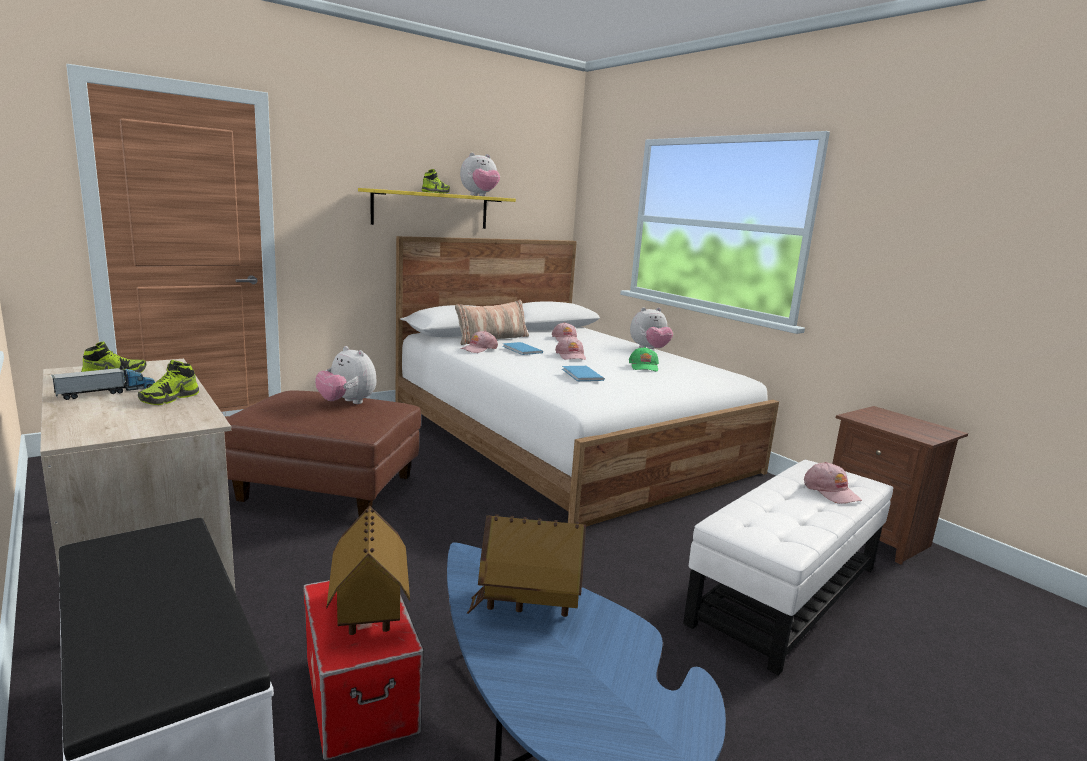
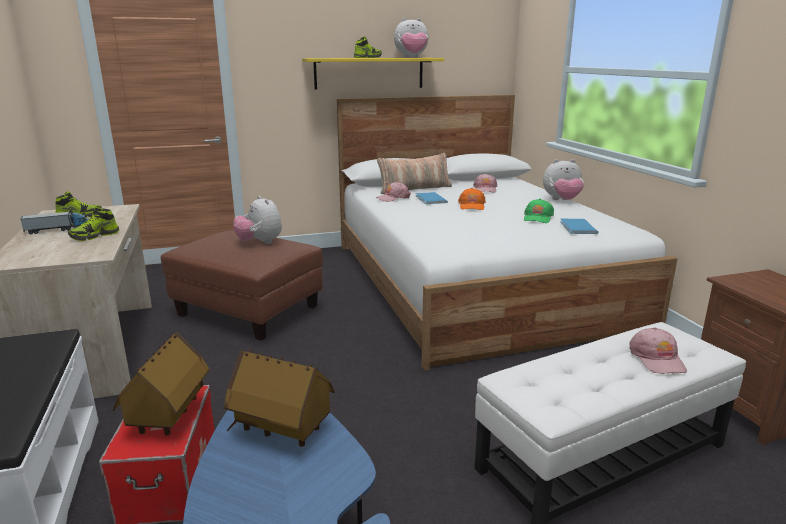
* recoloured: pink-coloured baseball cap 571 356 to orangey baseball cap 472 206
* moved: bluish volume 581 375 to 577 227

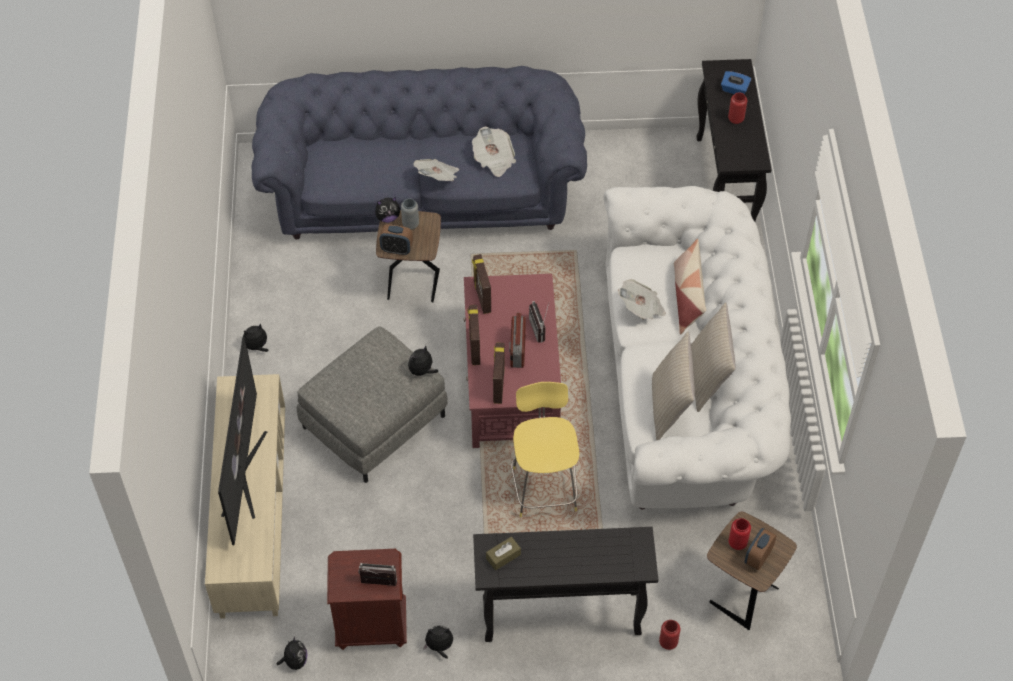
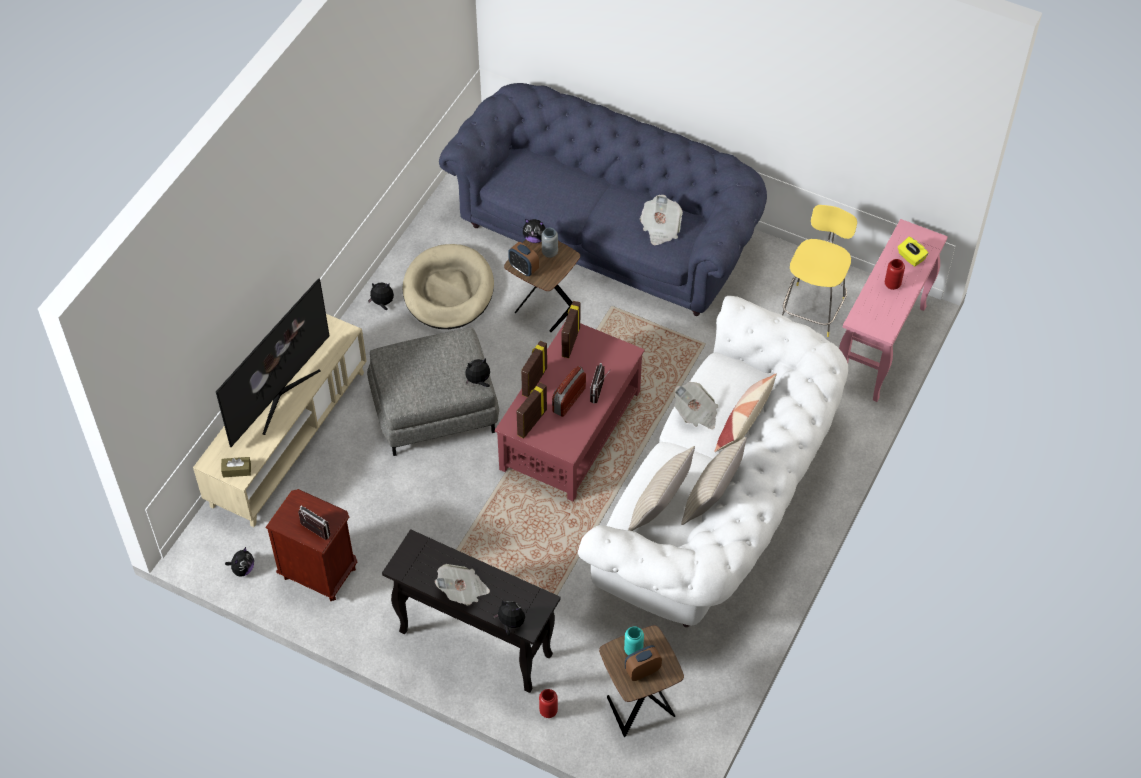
* moved: printed paper 438 177 to 463 591
* moved: soft toy 439 647 to 510 623
* moved: brown box of tissues 503 556 to 237 470
* moved: yellow stool seat 544 487 to 813 308
* recoloured: black console table 725 186 to pink-coloured console table 881 347
* recoloured: bluish box of tissues 734 90 to yellow box of tissues 911 257
* recoloured: red decorative vase 737 543 to turquoise-coloured decorative vase 633 650
* added: beige dog bed 448 290

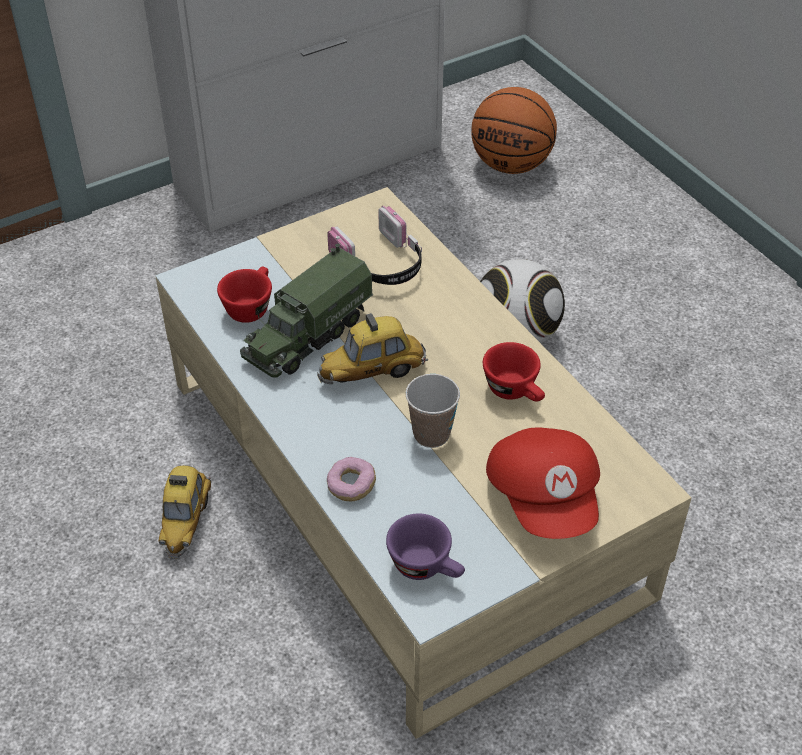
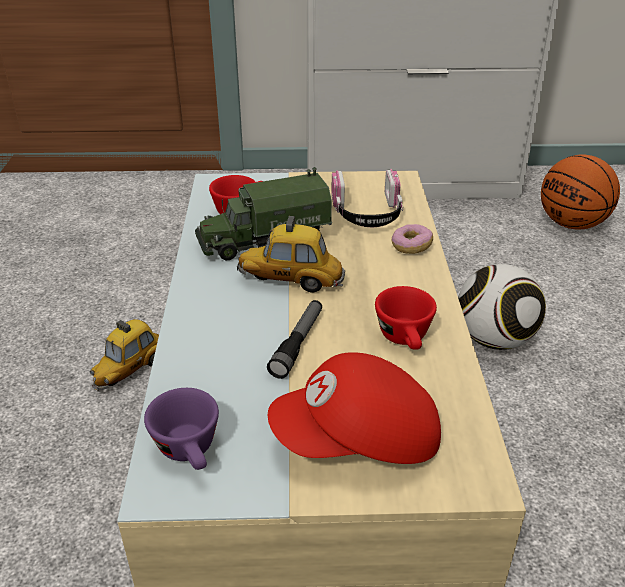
* moved: doughnut 351 486 to 411 247
* replaced: cup 431 434 to flashlight 298 344
* turned: red baseball cap 545 498 = 359 440 60 degrees clockwise

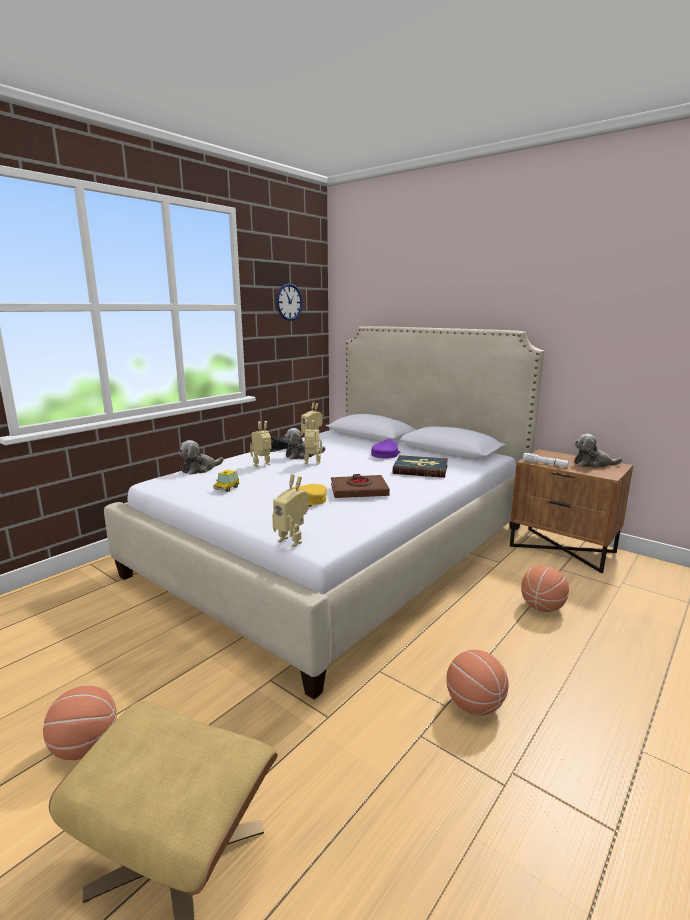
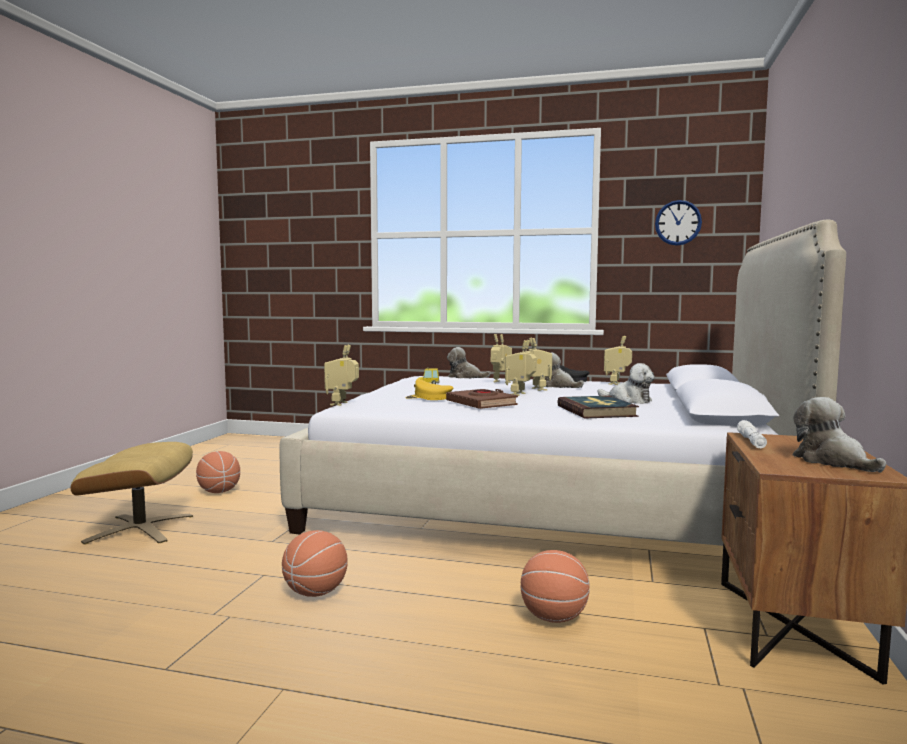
* replaced: purple-coloured baseball cap 385 454 to soft toy 628 400
* added: robot figure 520 394

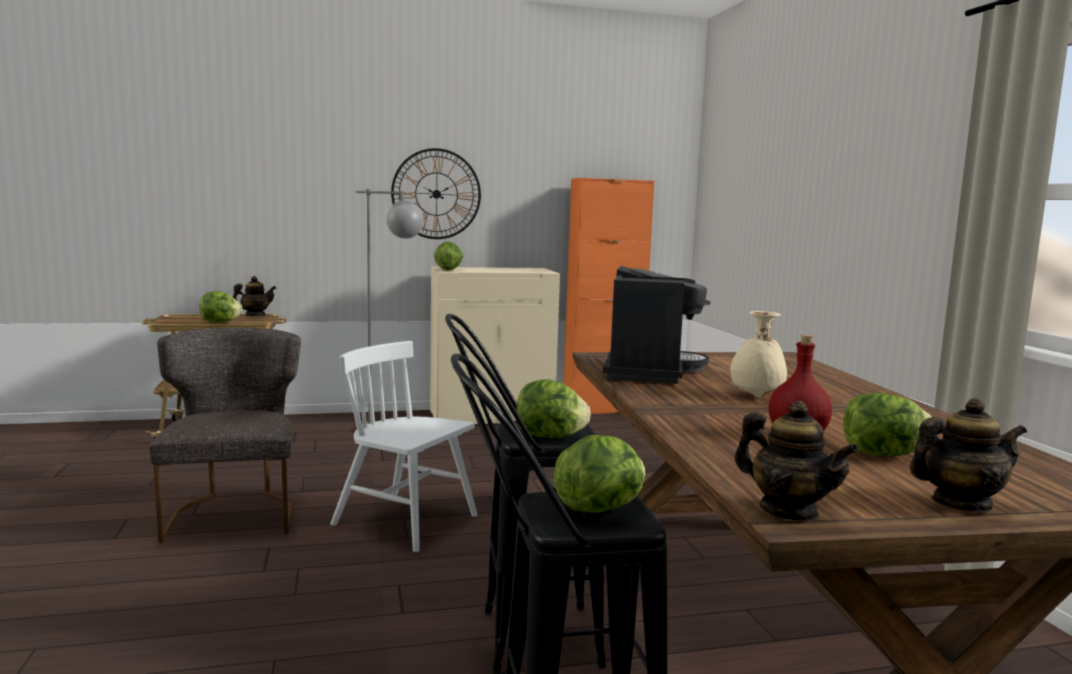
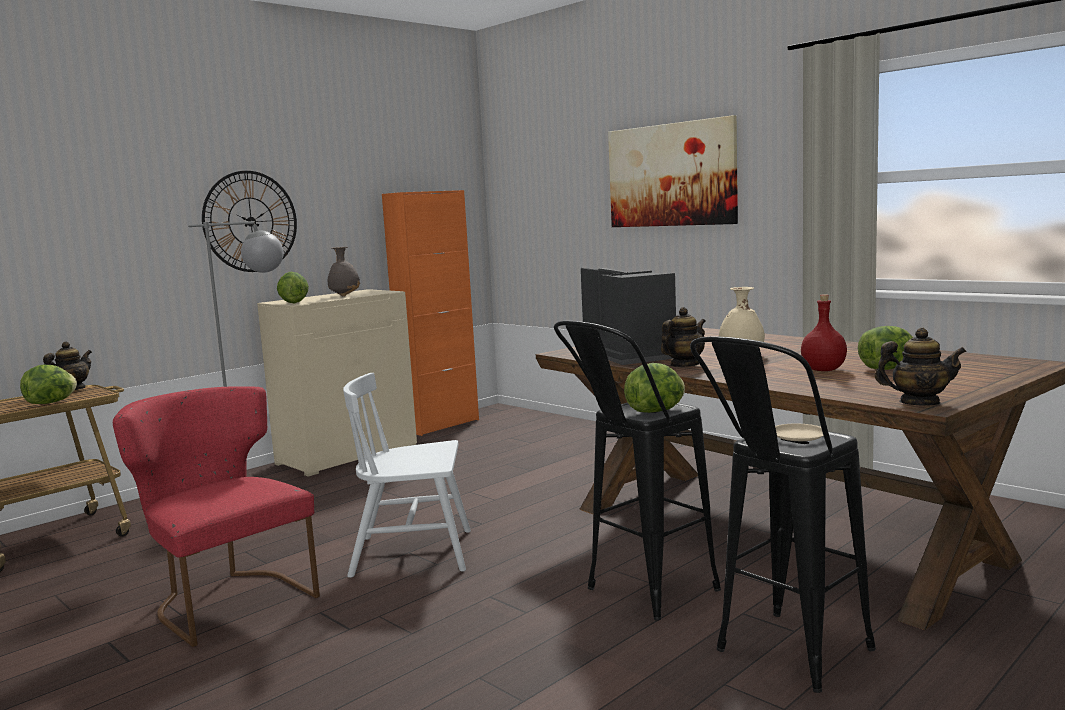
* recoloured: grey chair 234 513 to red chair 227 600
* replaced: lettuce head 601 508 to beige plate 797 436
* moved: pot for tea 960 503 to 683 365
* added: grey decorative vase 344 295
* added: wall art 671 175

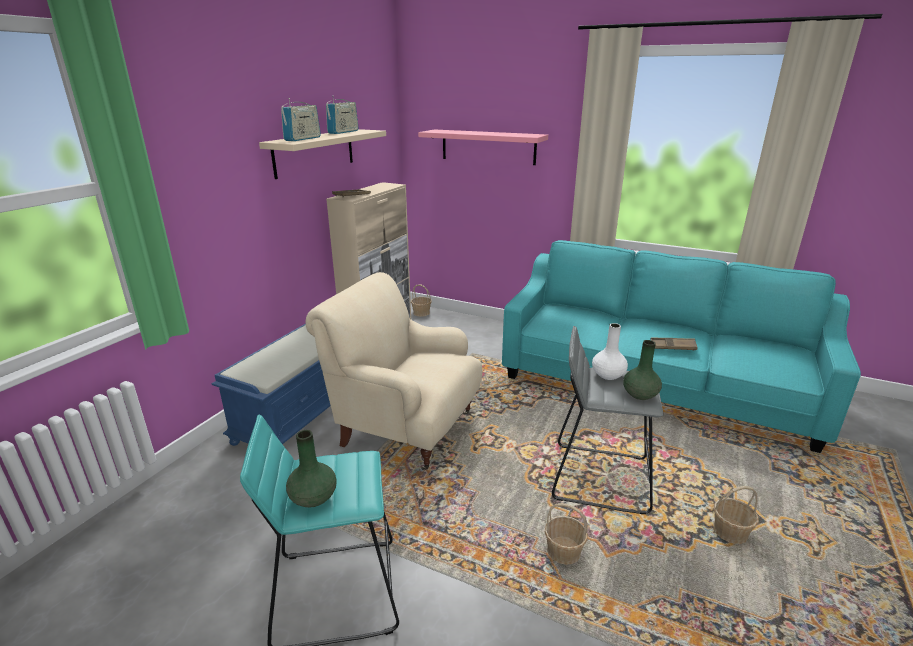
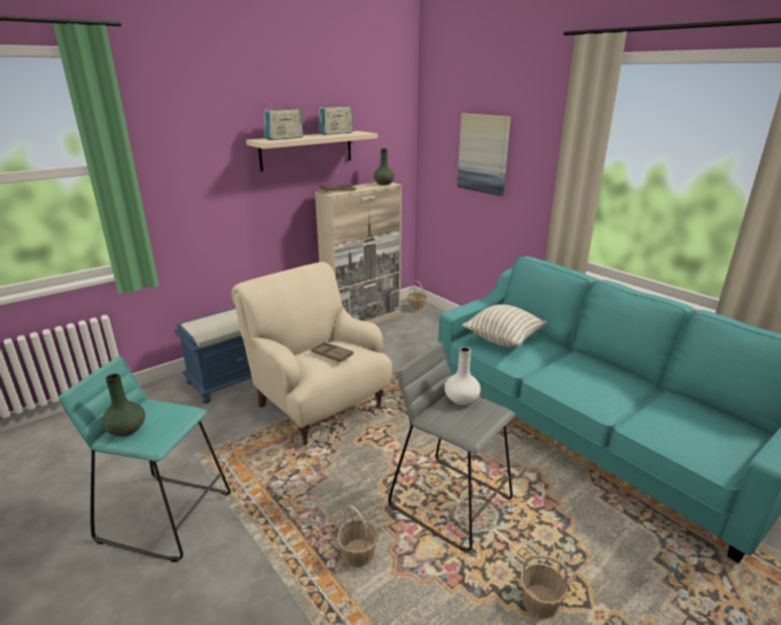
* replaced: pink-coloured shelf 488 147 to wall art 483 154
* moved: green-coloured decorative vase 640 395 to 384 184
* moved: brown serving tray 672 347 to 332 355
* added: pillow 503 339

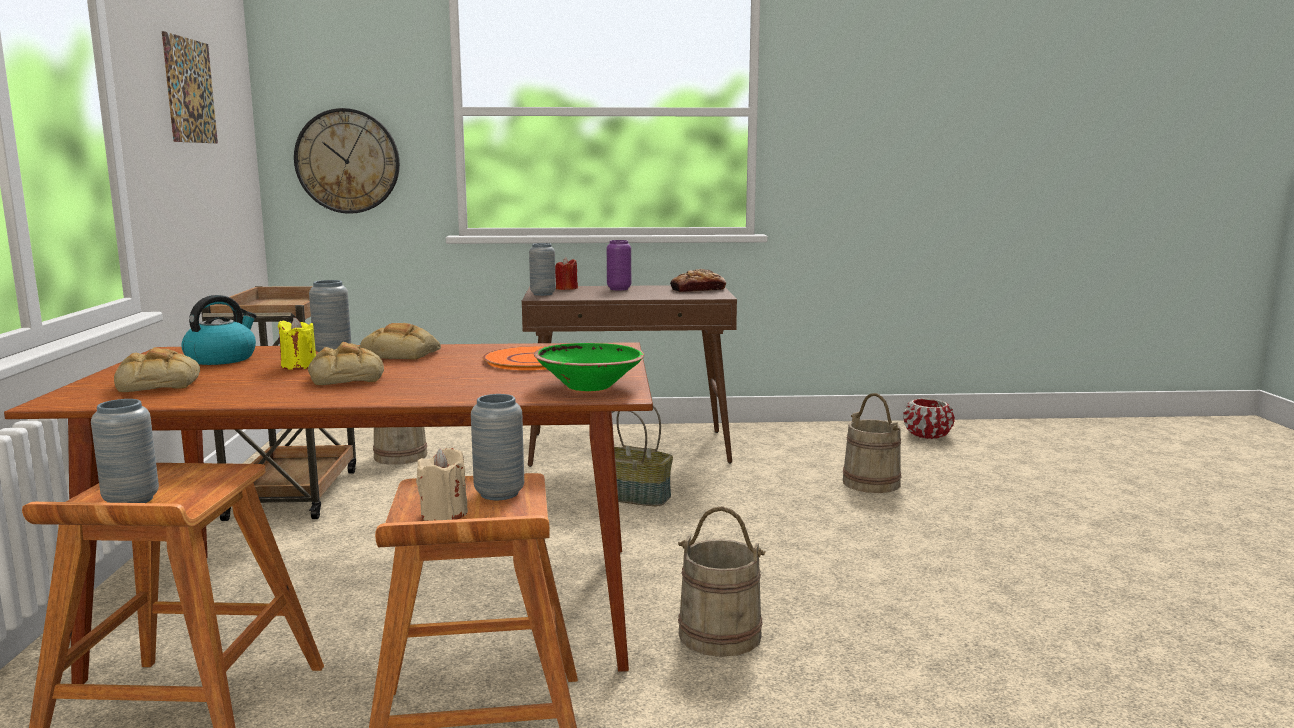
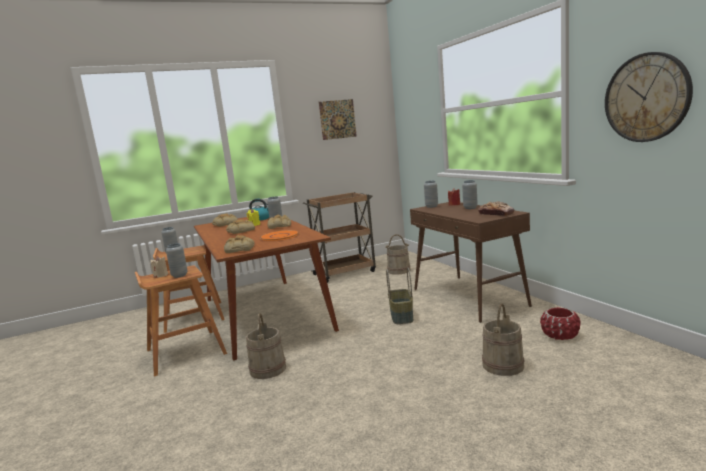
* moved: clock on the wall 347 161 to 646 98
* replaced: green-coloured deep dish 589 386 to bread 239 249
* recoloured: purple-coloured decorative vase 619 289 to grey decorative vase 470 208
* moved: red flower pot 927 435 to 560 335

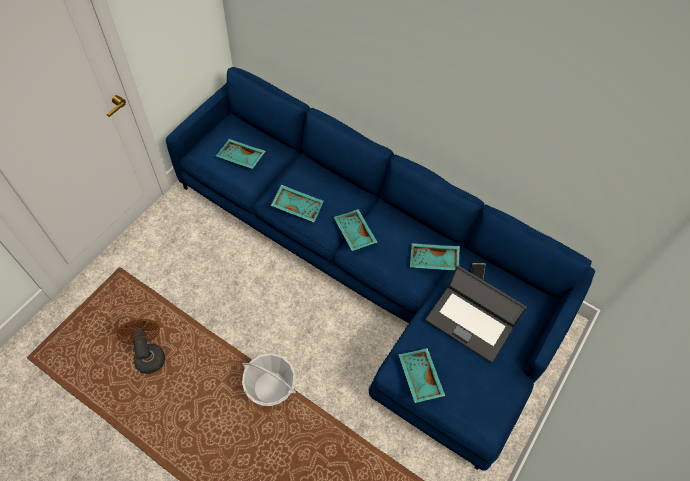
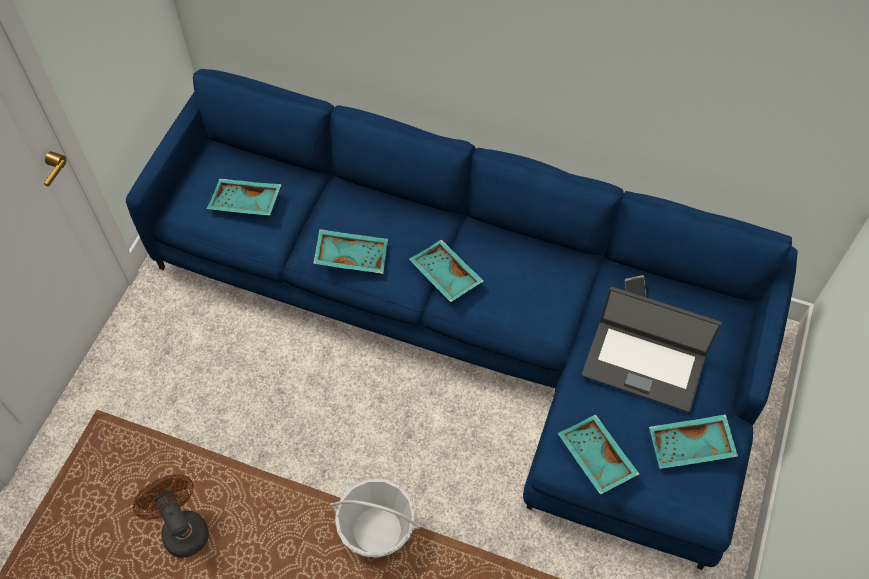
* moved: turquoise-coloured serving tray 433 261 to 690 447

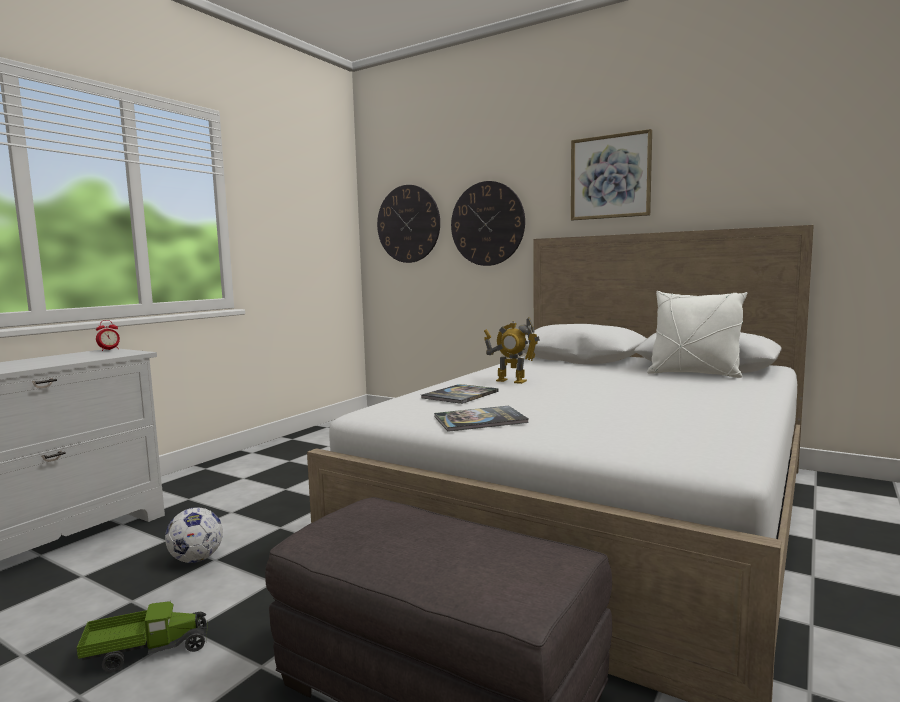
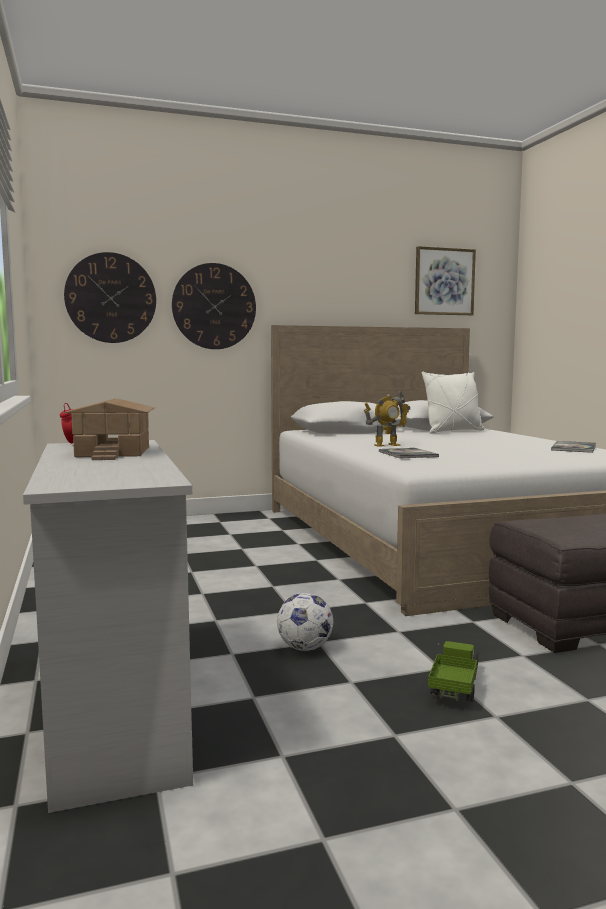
* moved: volume 480 420 to 574 448
* moved: wall art 610 177 to 444 281
* added: miniature house 115 452

